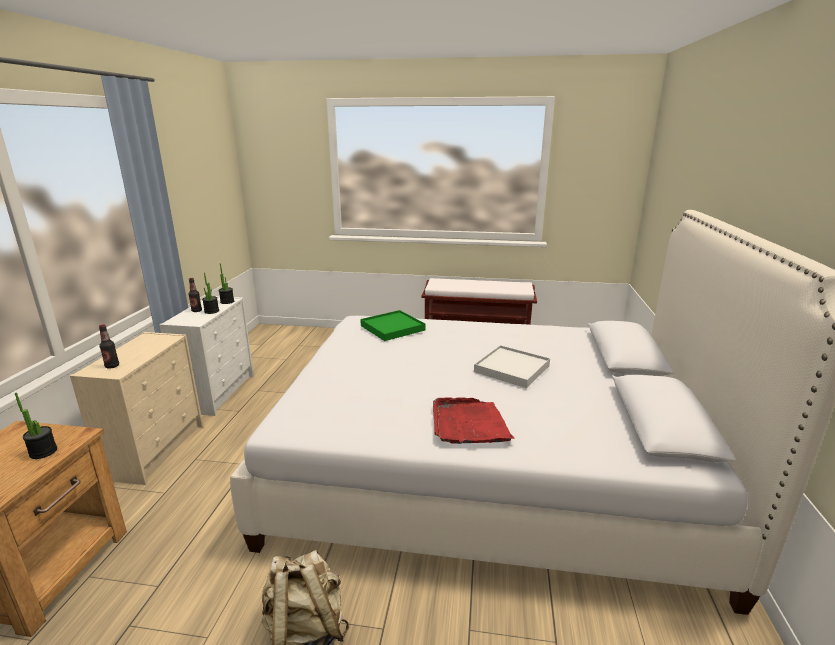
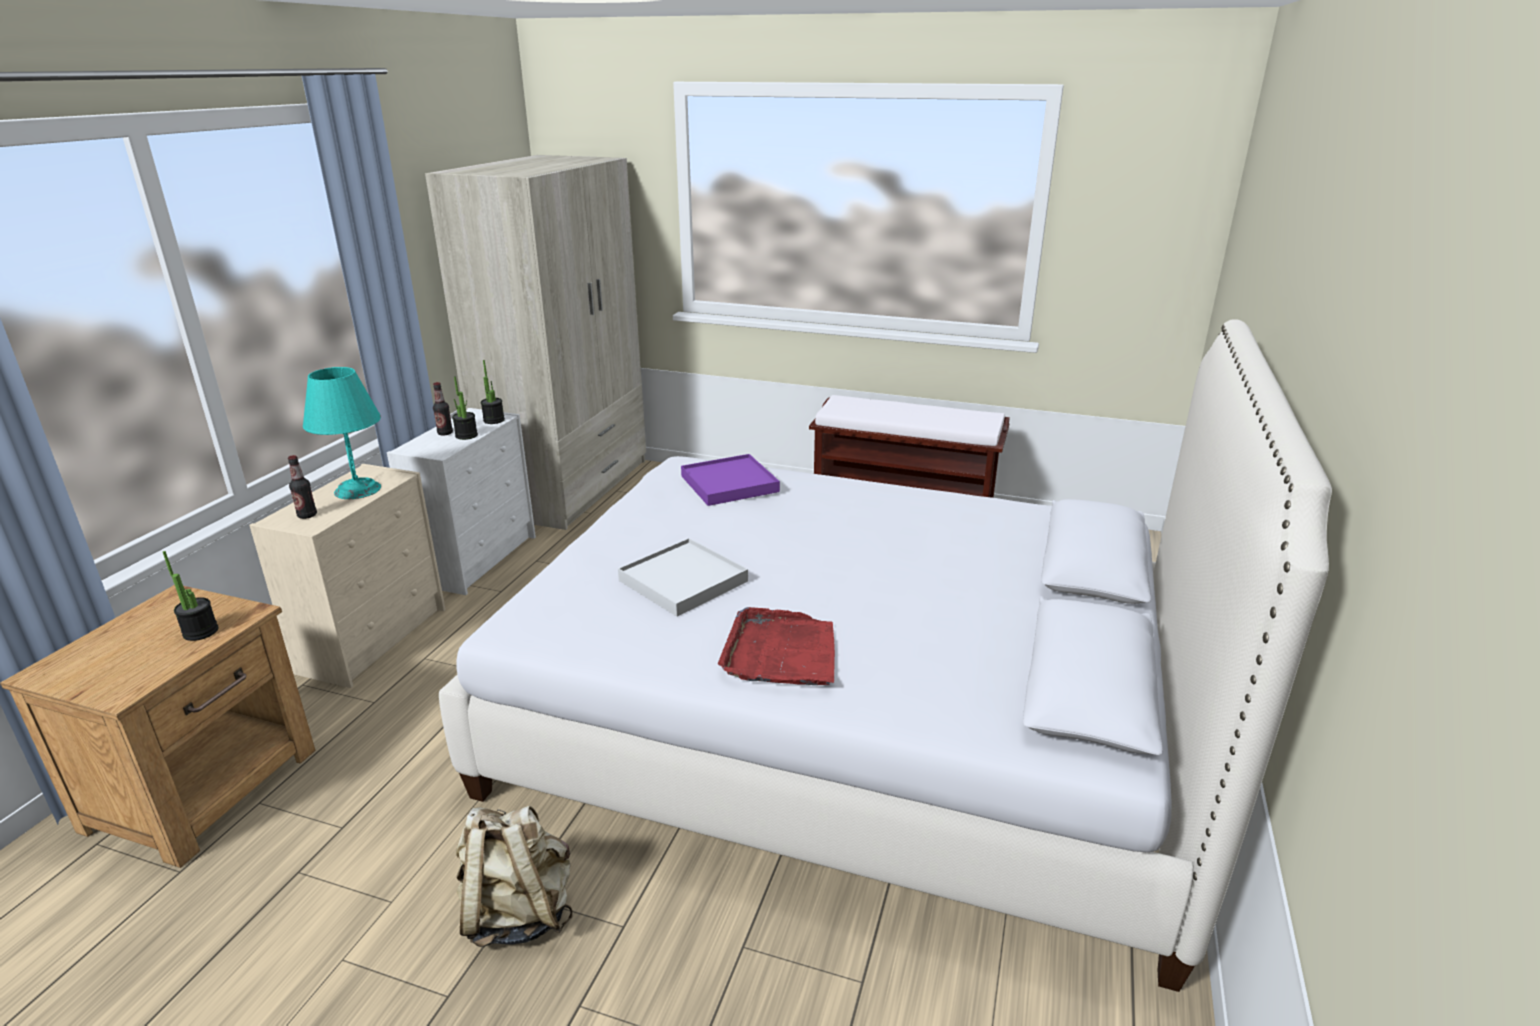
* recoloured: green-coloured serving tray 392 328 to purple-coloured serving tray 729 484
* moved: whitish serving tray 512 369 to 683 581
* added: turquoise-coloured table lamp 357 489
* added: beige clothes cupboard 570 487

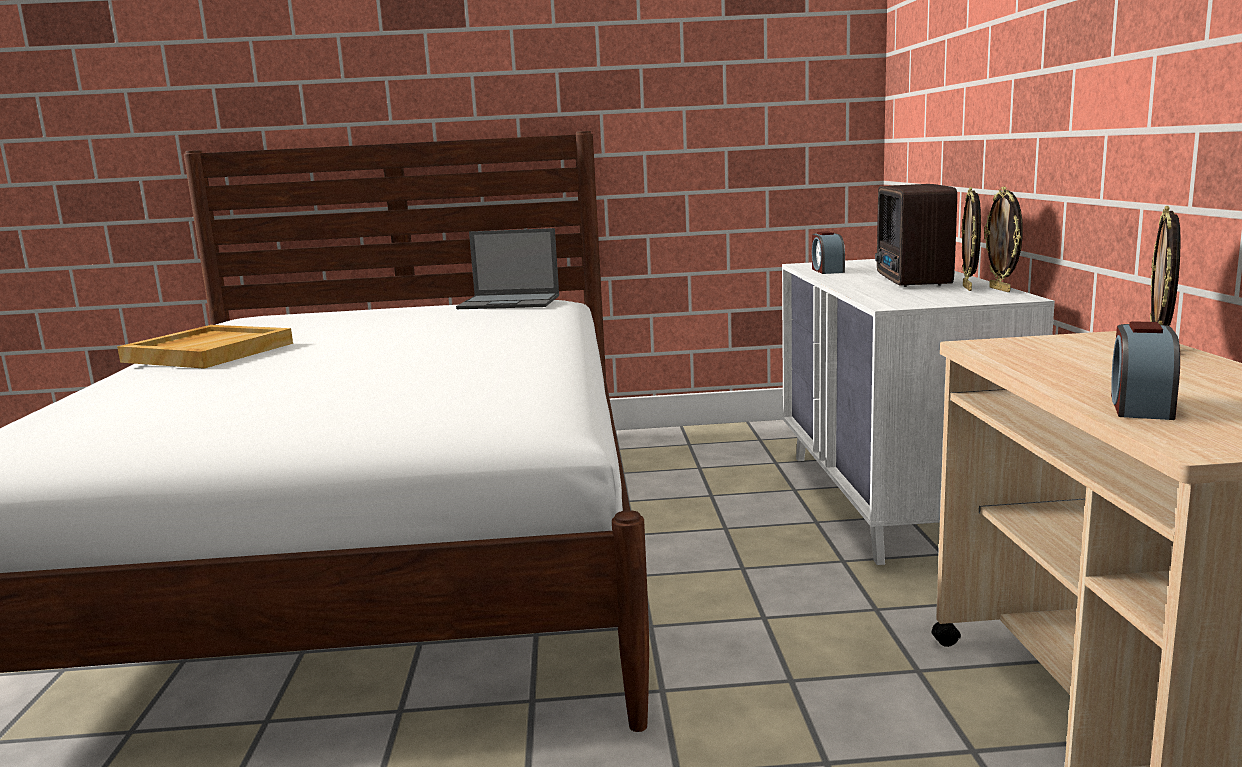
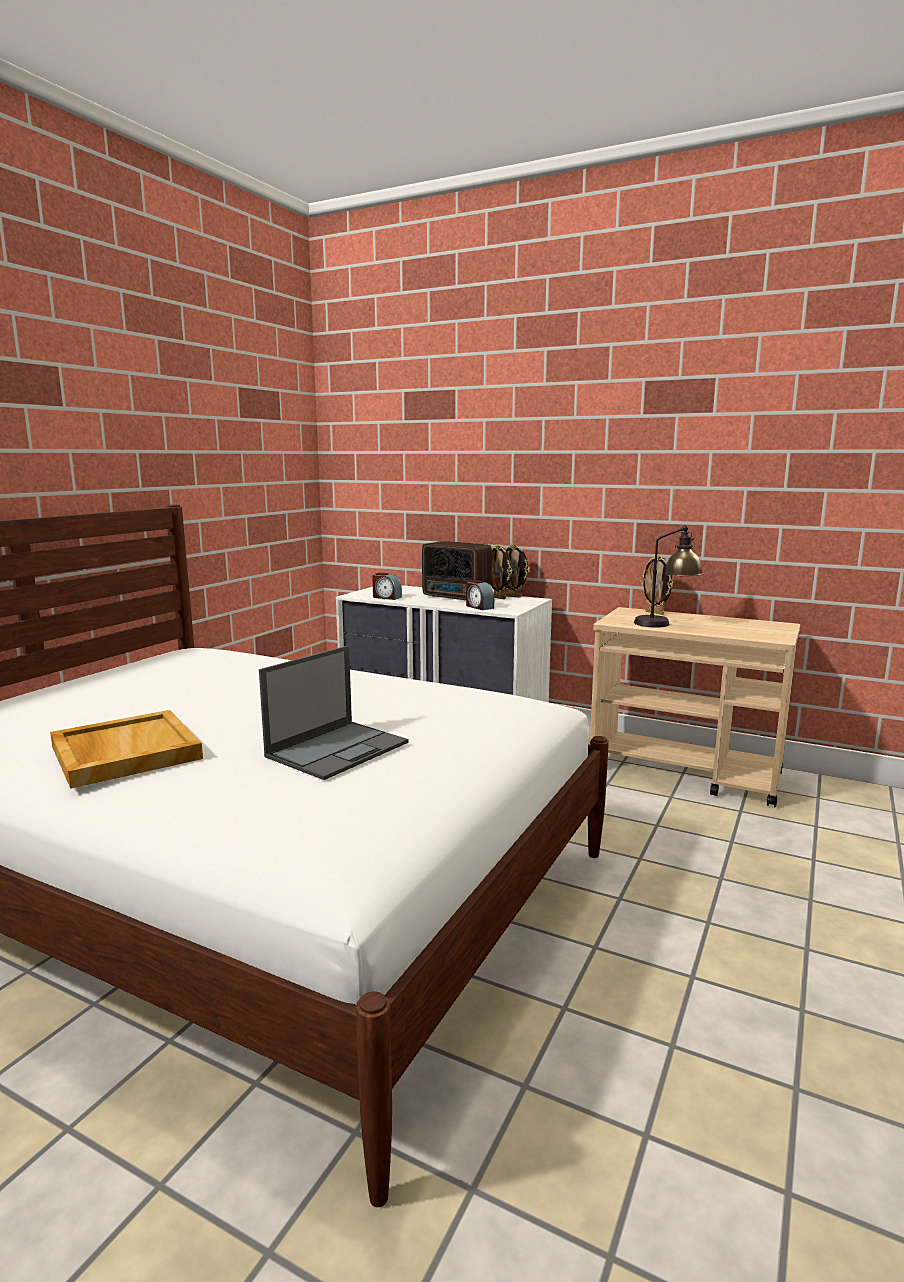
* moved: portable computer 510 302 to 338 749
* moved: alarm clock 1140 406 to 479 607
* added: table lamp 665 624

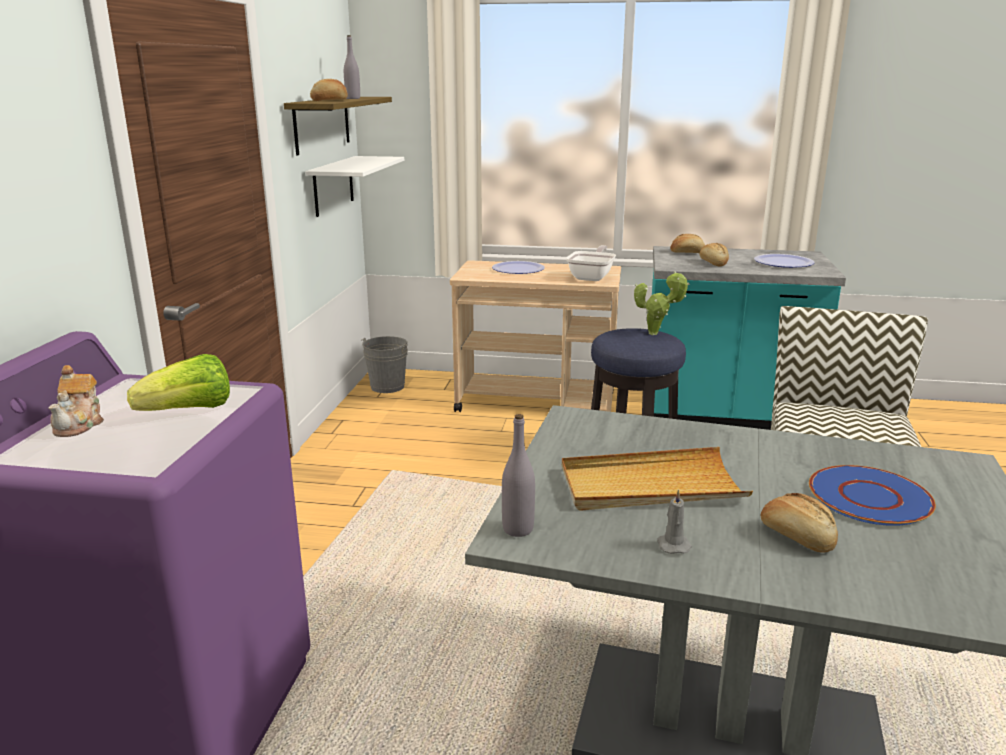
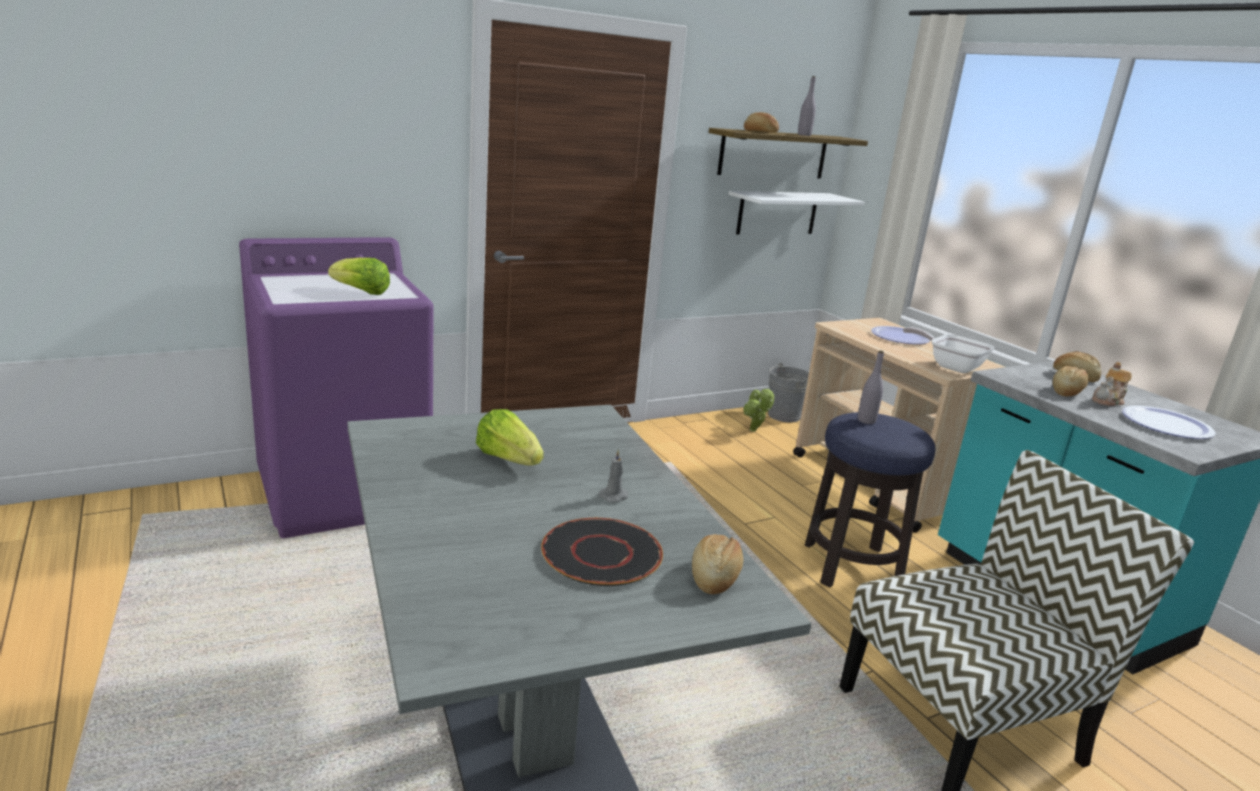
* moved: pot for tea 80 424 to 1108 401
* moved: grey bottle 518 529 to 866 420
* replaced: beige serving tray 650 486 to lettuce head 509 460
* turned: frying pan 592 277 = 950 366 120 degrees counterclockwise
* moved: potted plant 656 334 to 754 431
* moved: grey candle 672 545 to 614 496
* moved: bread 797 536 to 715 576
* recoloured: bluish plate 870 497 to black plate 601 554

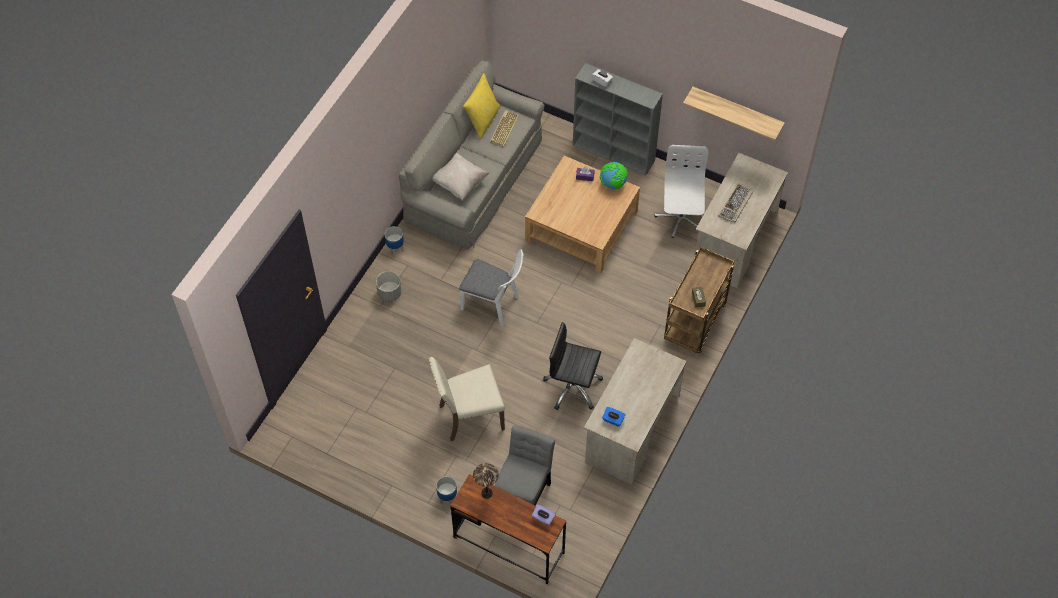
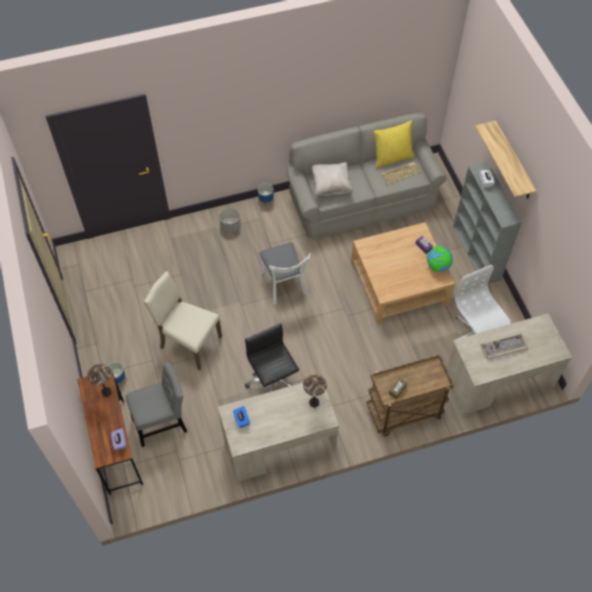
* turned: whitish desk chair 680 218 = 475 333 75 degrees counterclockwise
* moved: shelf 737 111 to 513 162
* added: table lamp 314 402

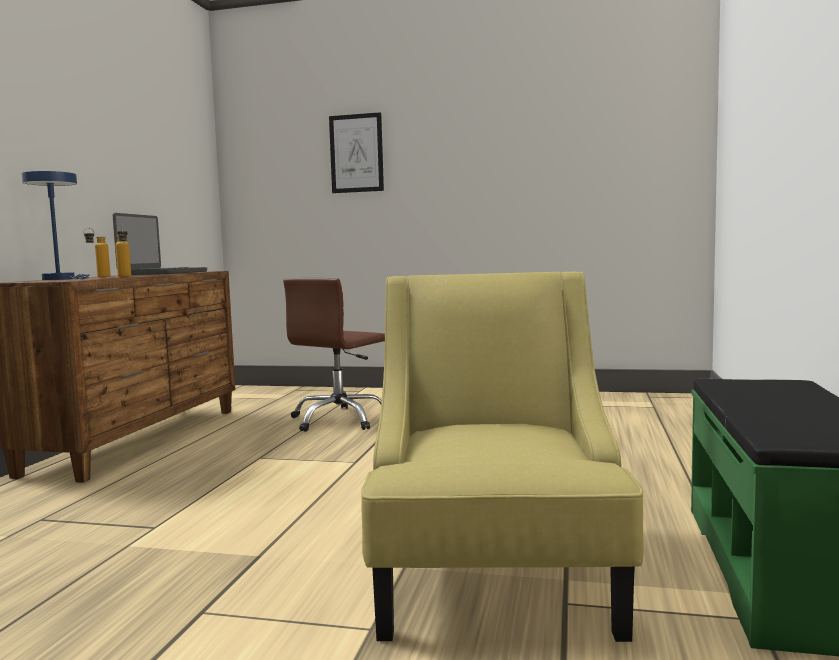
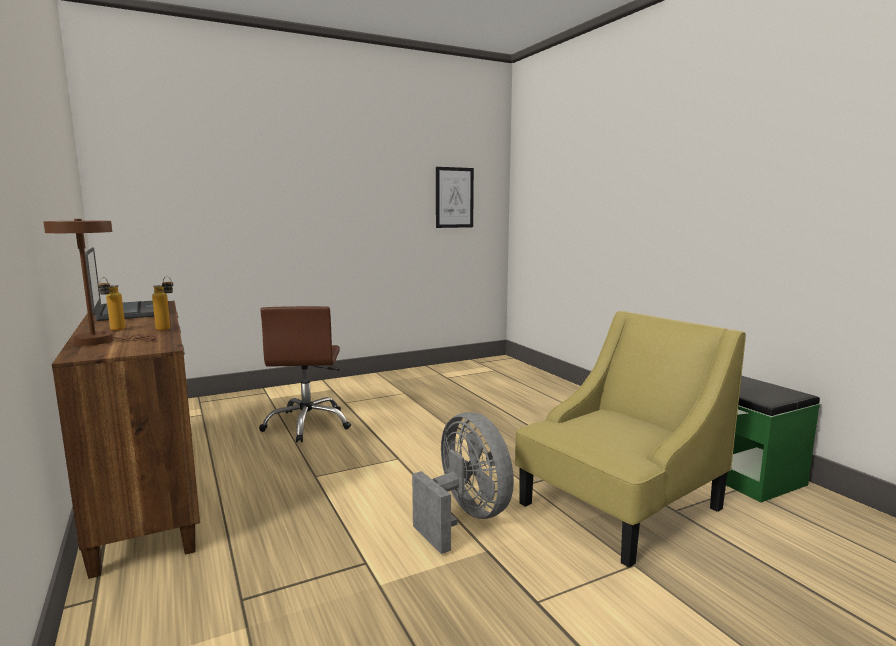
* recoloured: bluish table lamp 62 279 to brown table lamp 101 341
* moved: wall art 356 153 to 454 197
* turned: yellow armchair 494 571 = 619 506 90 degrees clockwise
* added: grey fan 464 518

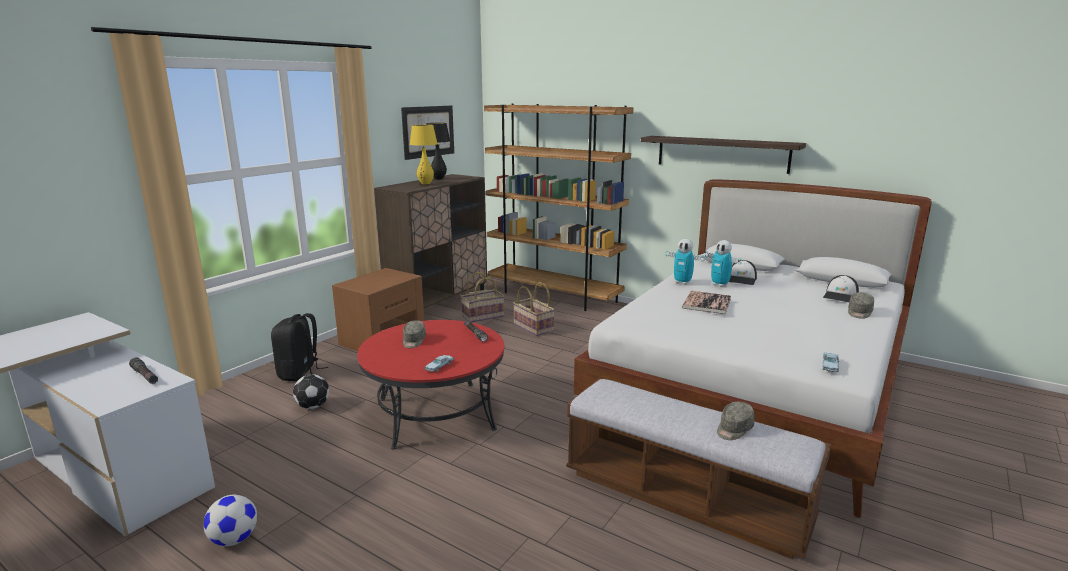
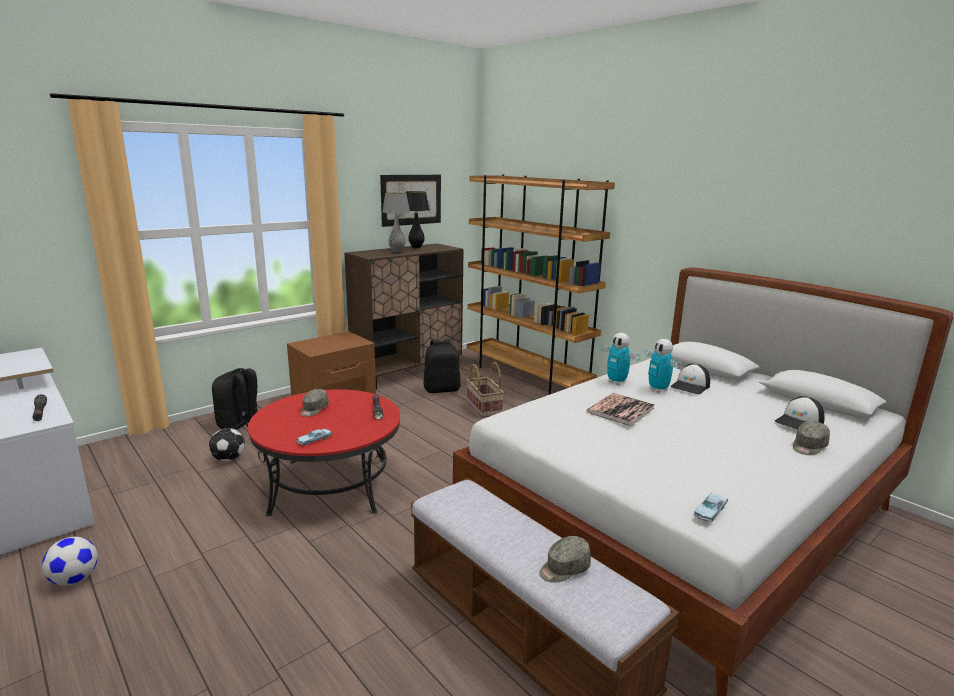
* recoloured: yellow table lamp 425 184 to grey table lamp 397 251
* replaced: storage basket 482 316 to black rucksack 442 389
* removed: shelf 722 154

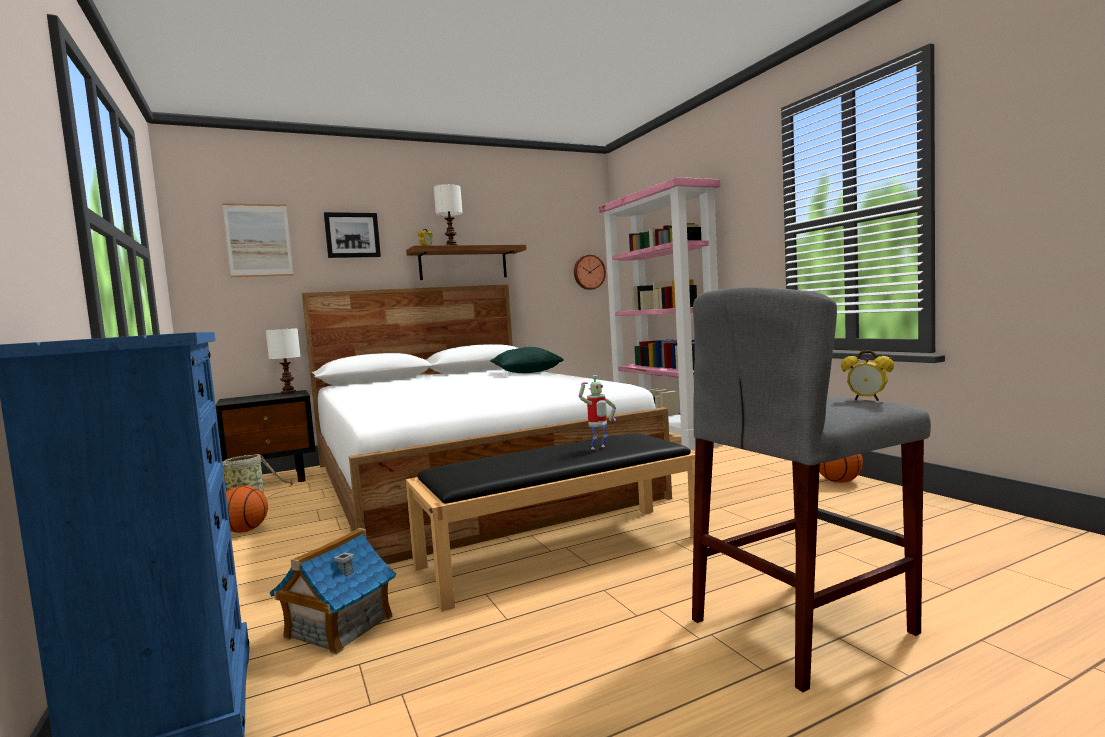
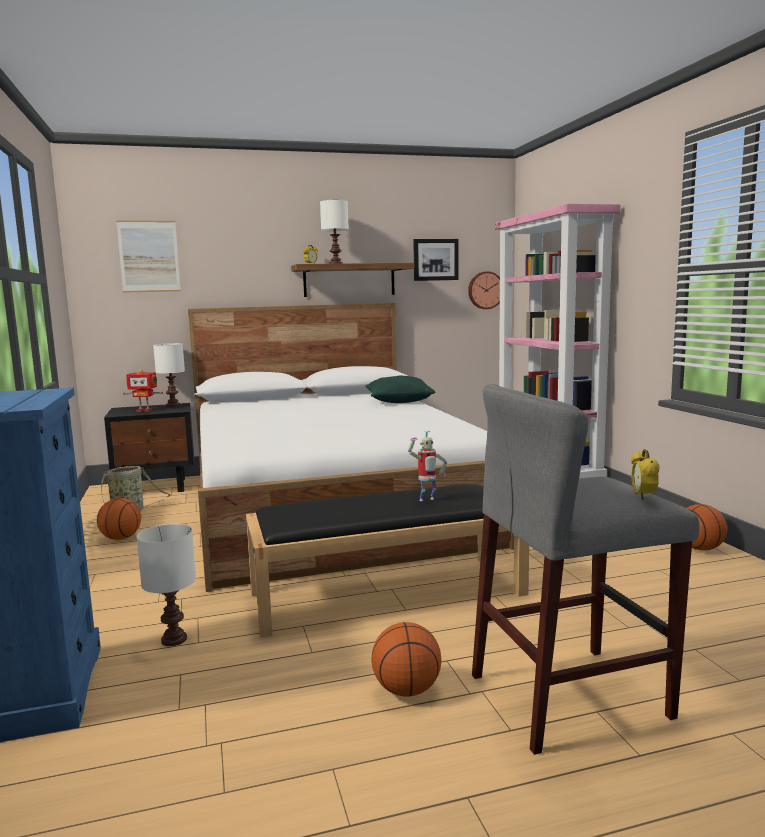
* replaced: miniature house 338 627 to whitish table lamp 173 640
* moved: wall art 352 235 to 435 259
* turned: alarm clock 867 400 = 643 496 45 degrees clockwise
* added: robot figure 144 410
* added: basketball 406 690

